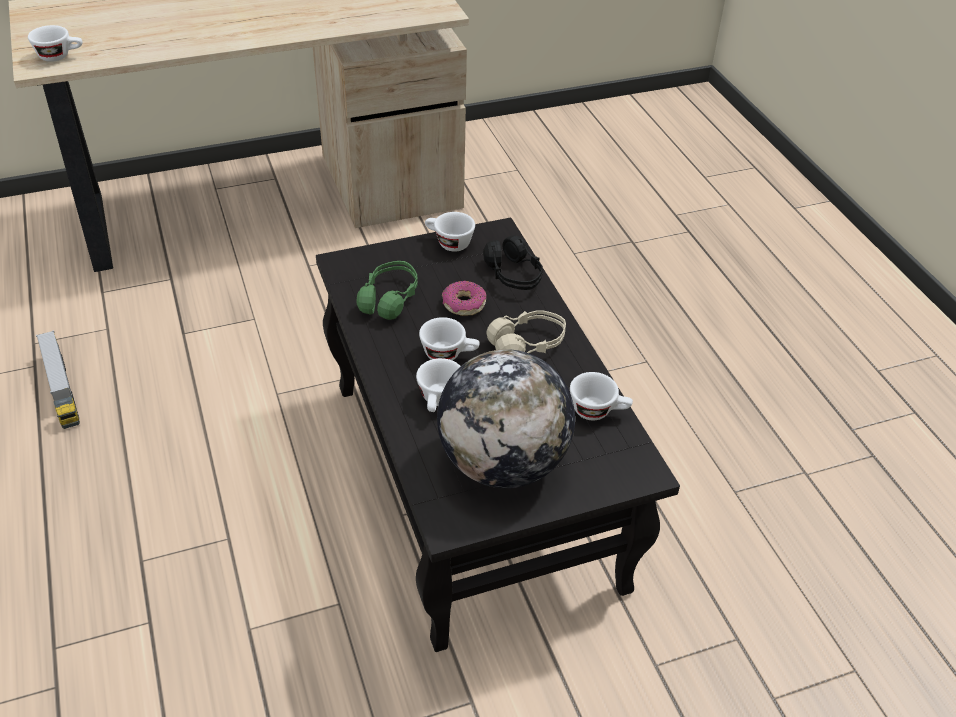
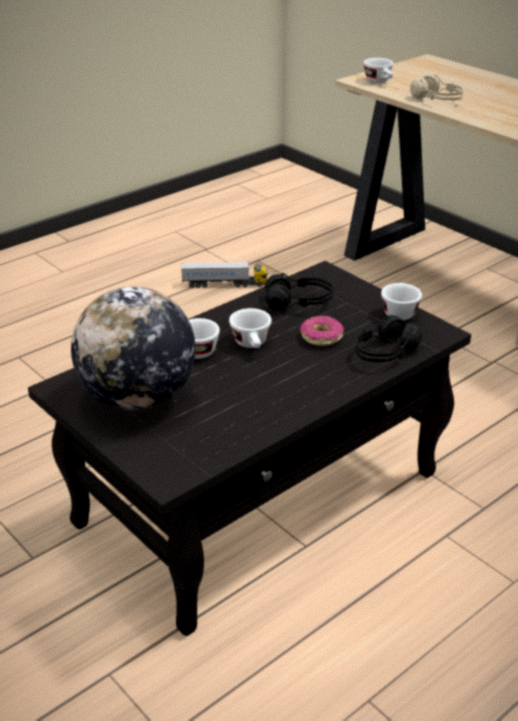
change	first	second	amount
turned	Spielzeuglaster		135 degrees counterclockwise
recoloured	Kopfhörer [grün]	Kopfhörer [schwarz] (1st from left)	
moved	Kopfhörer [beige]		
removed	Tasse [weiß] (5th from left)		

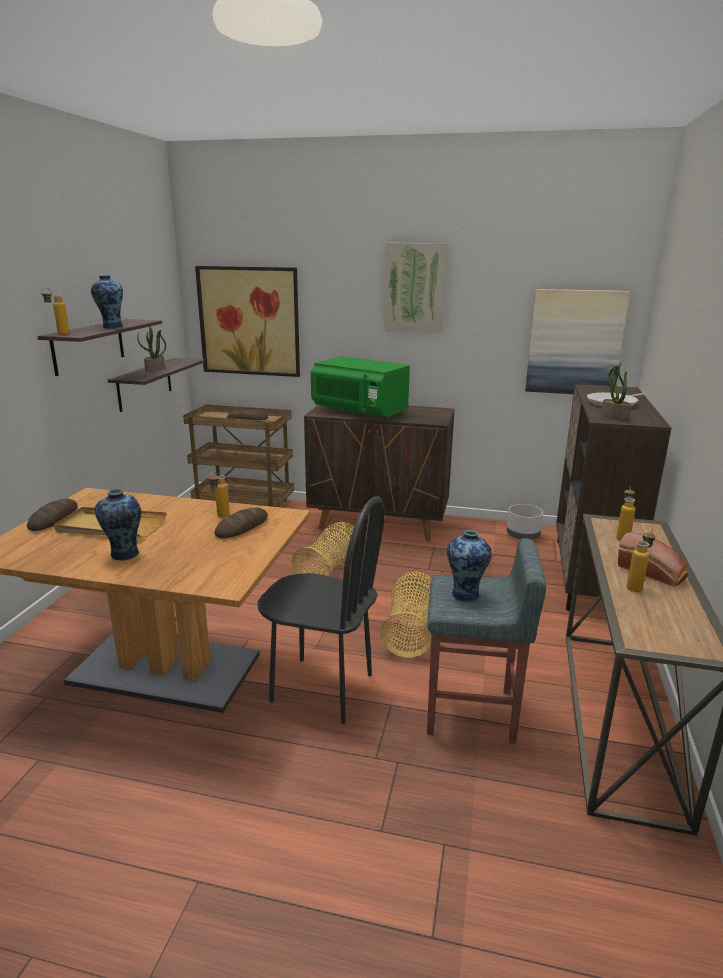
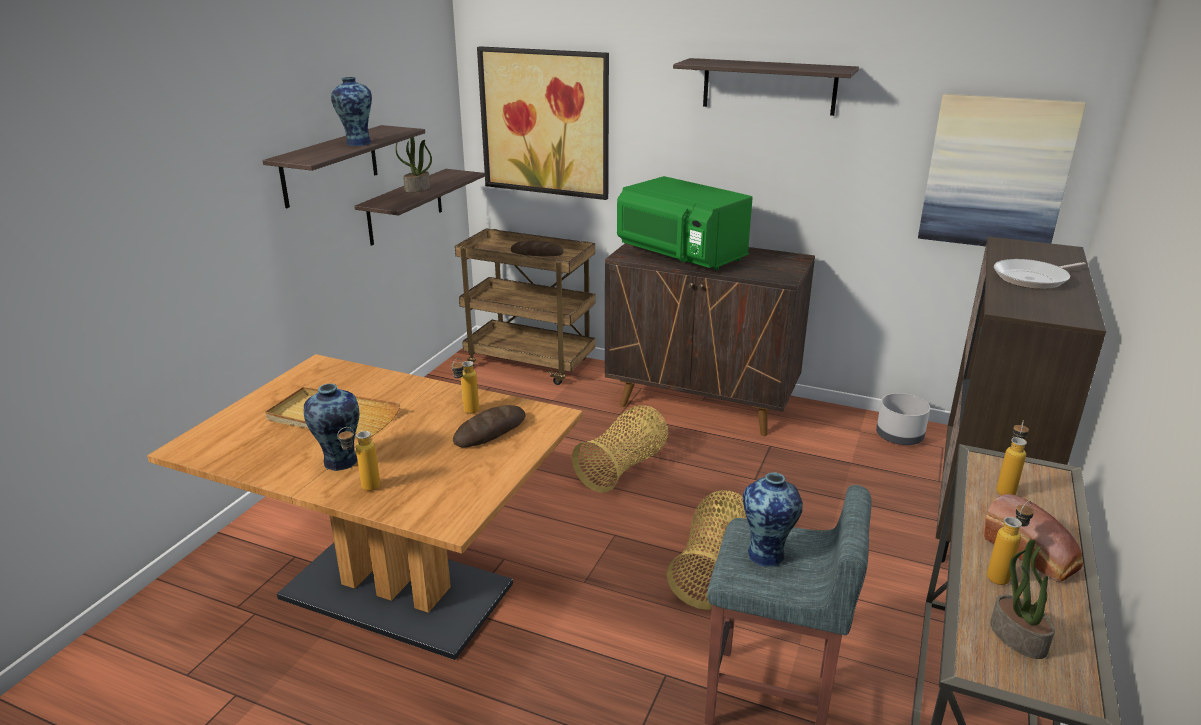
change	first	second	amount
moved	Flasche (1st from left)		
replaced	Bild (2nd from left)	Wandregal (3rd from left)	
moved	Topfpflanze (2nd from left)		
removed	Brot (1st from left)		
removed	Stuhl [schwarz]		

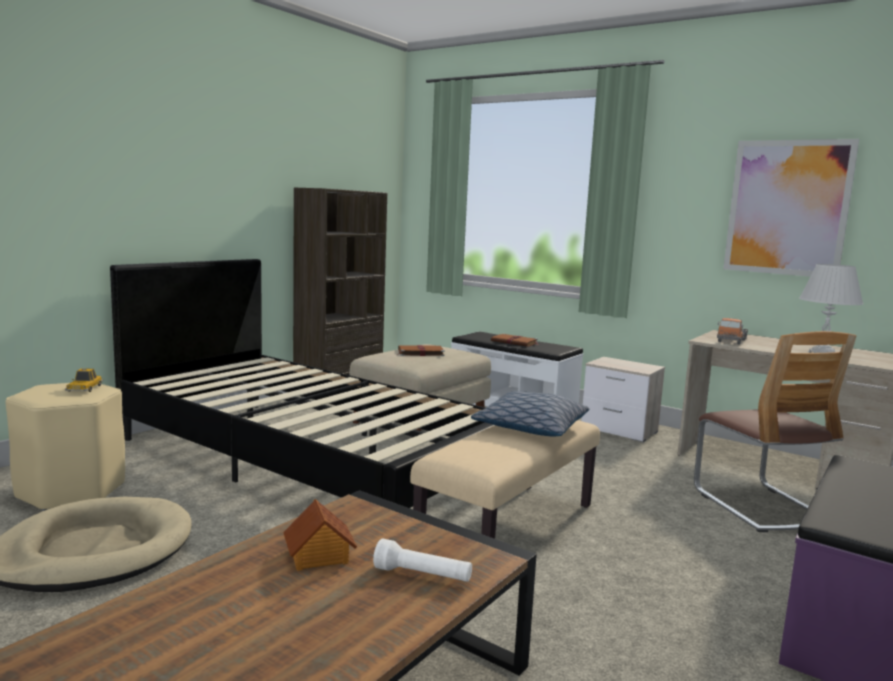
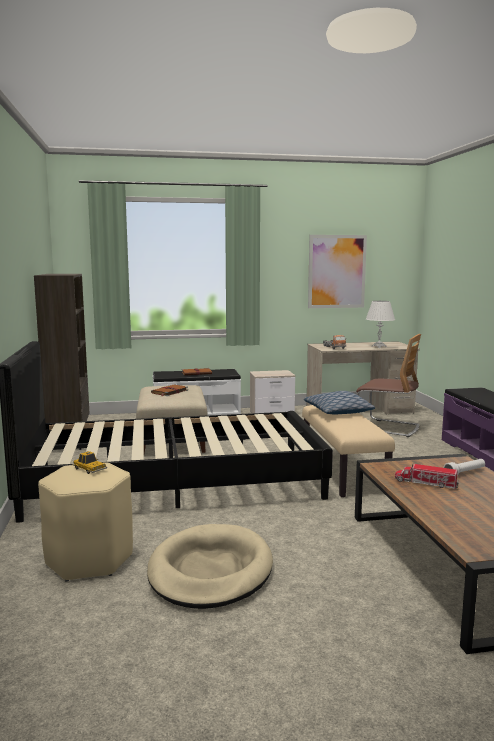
change	first	second	amount
replaced	Spielzeughaus	Spielzeuglaster (2nd from left)	

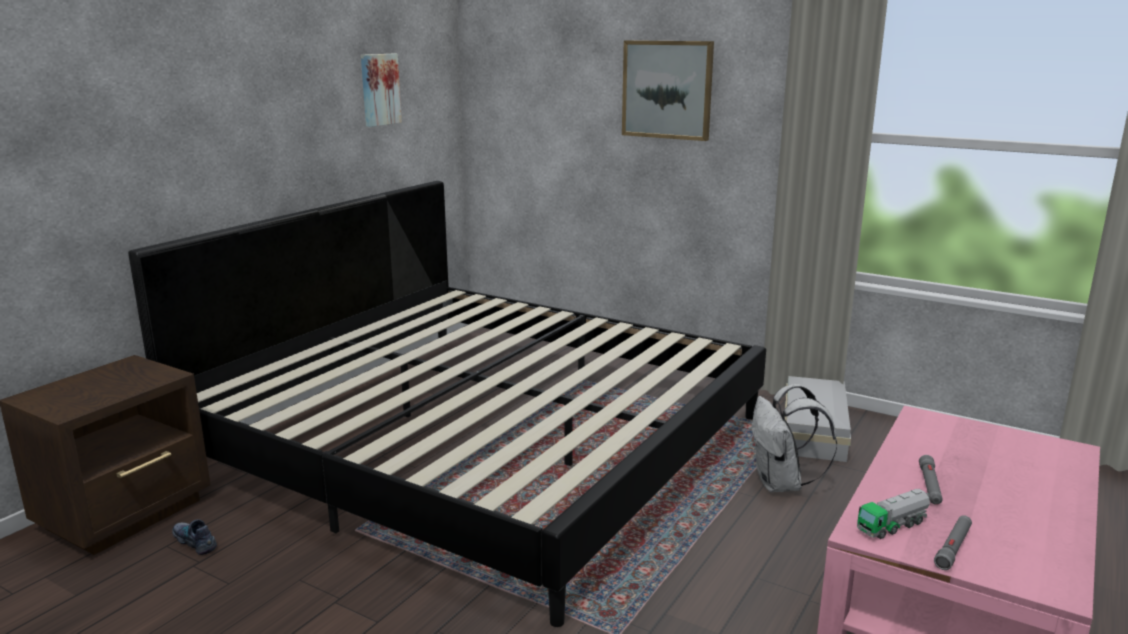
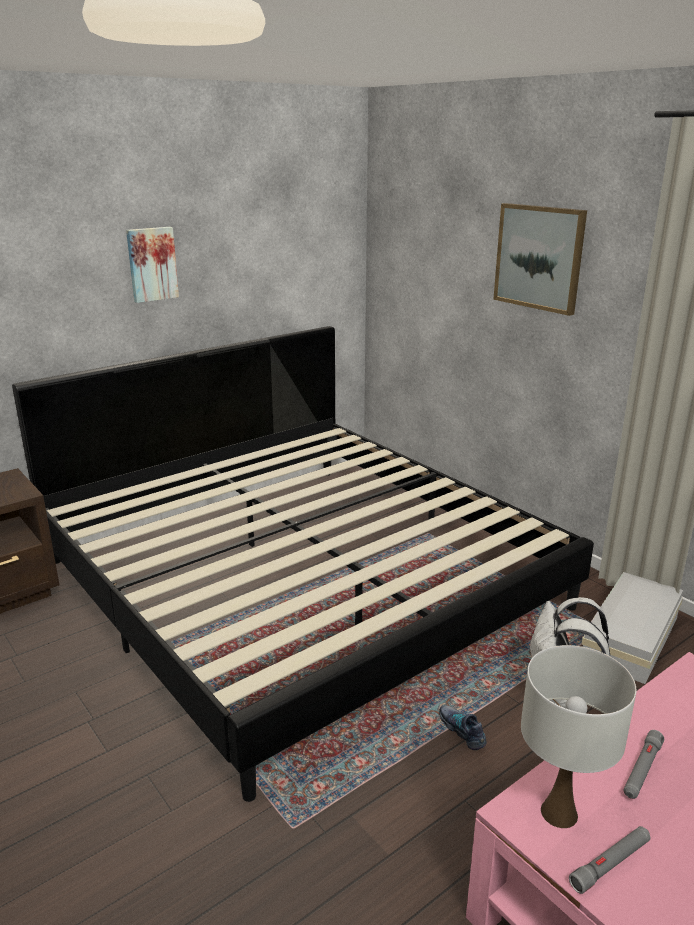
change	first	second	amount
moved	Bild (1st from left)		
moved	Schuh		
replaced	Spielzeuglaster	Tischlampe [weiß]	

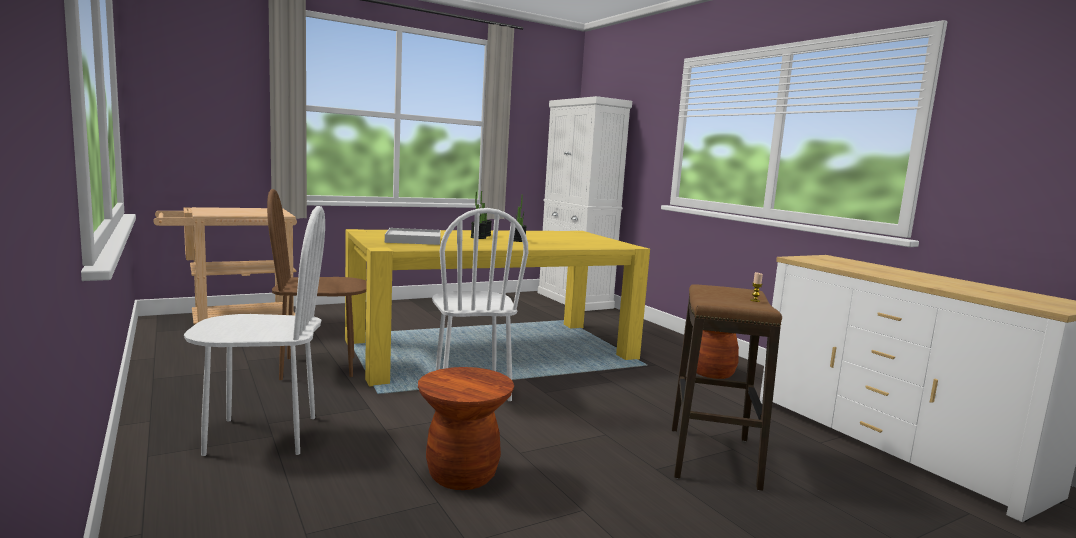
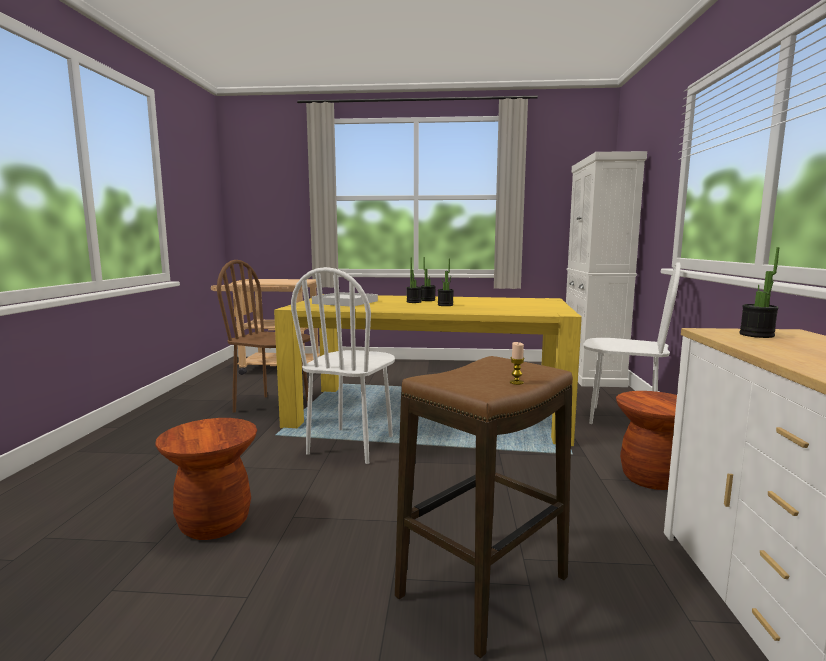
change	first	second	amount
moved	Stuhl [weiß] (1st from left in the first image)	Stuhl [weiß] (2nd from left)	
added		Topfpflanze (4th from left)	

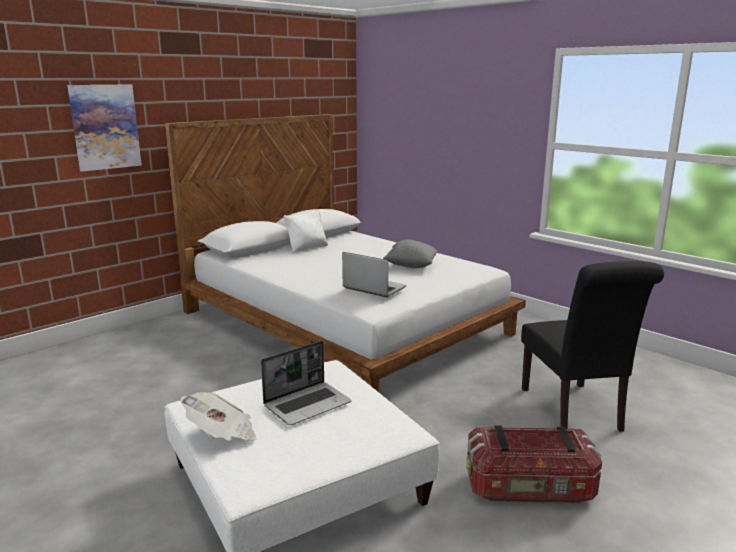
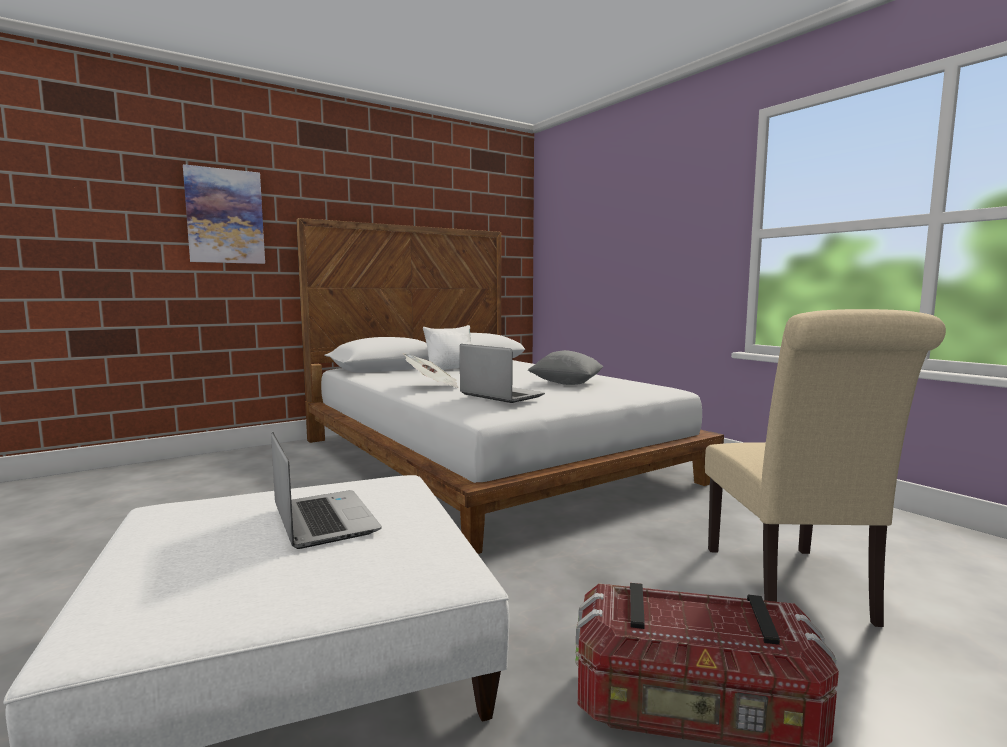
change	first	second	amount
turned	Laptop (1st from left)		90 degrees counterclockwise
moved	Zeitung		
recoloured	Stuhl [schwarz]	Stuhl [beige]	

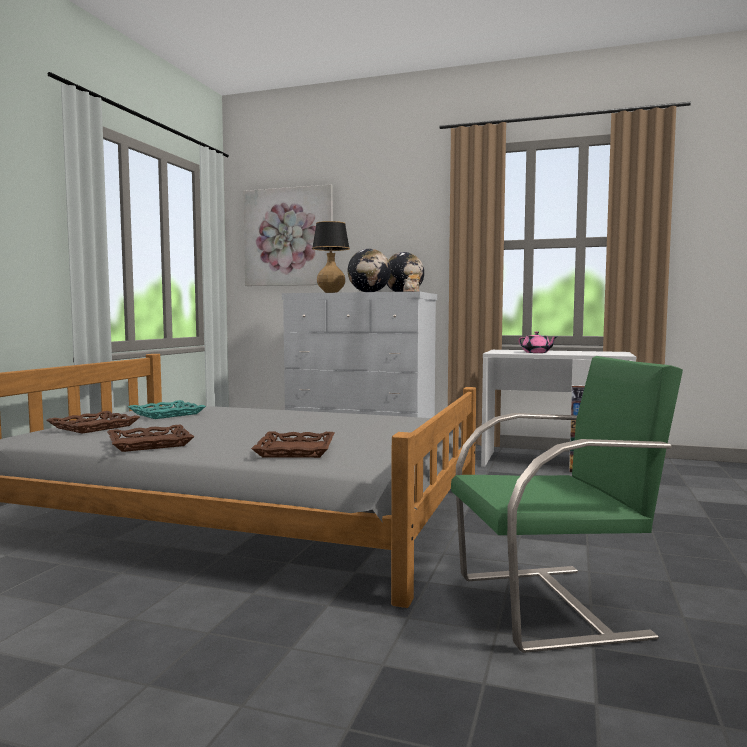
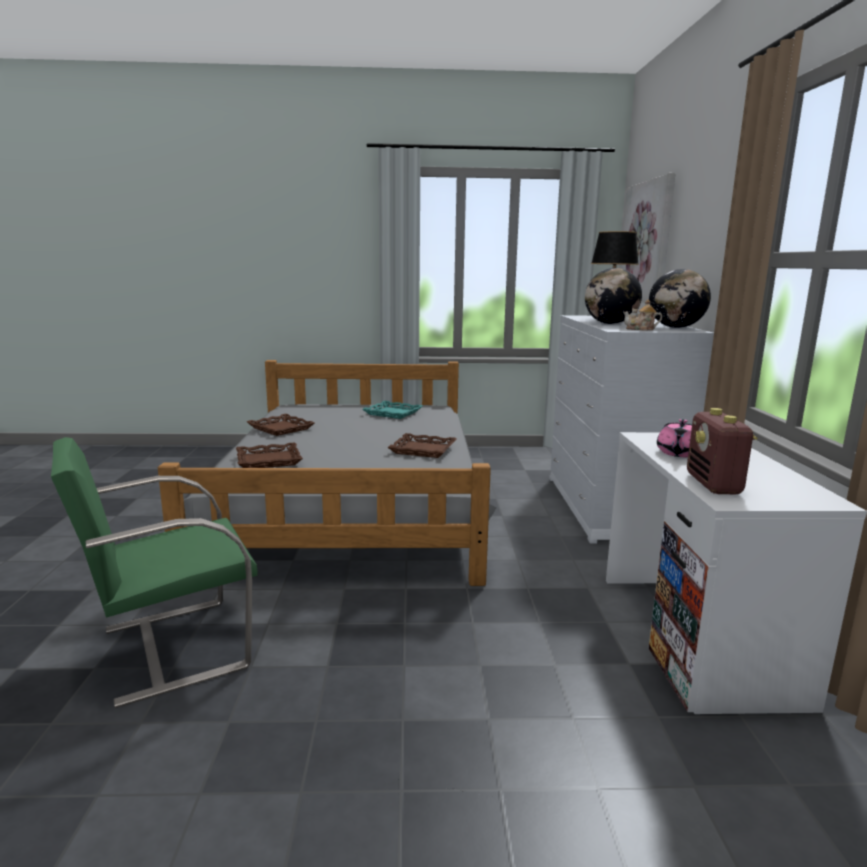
change	first	second	amount
turned	Stuhl [grün]		90 degrees clockwise
moved	Tablett [braun] (1st from left in the first image)	Tablett [braun] (3rd from left)	
added		Radio	

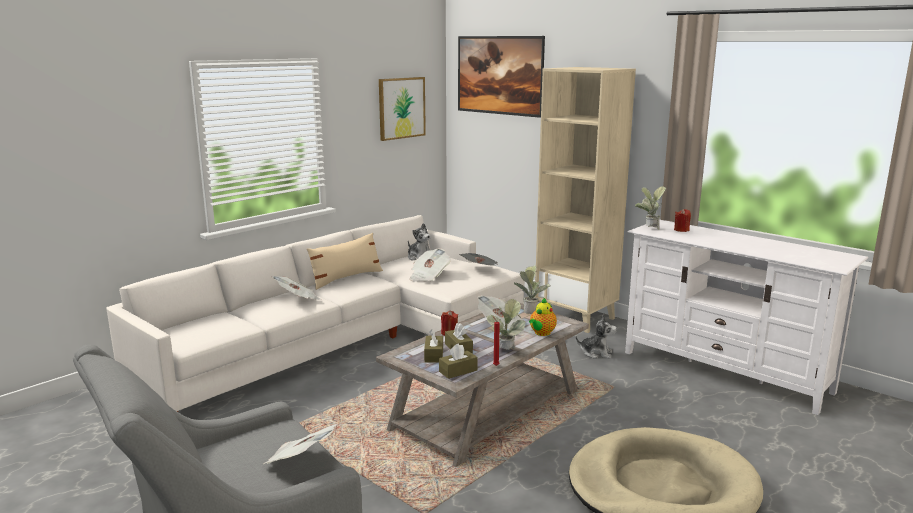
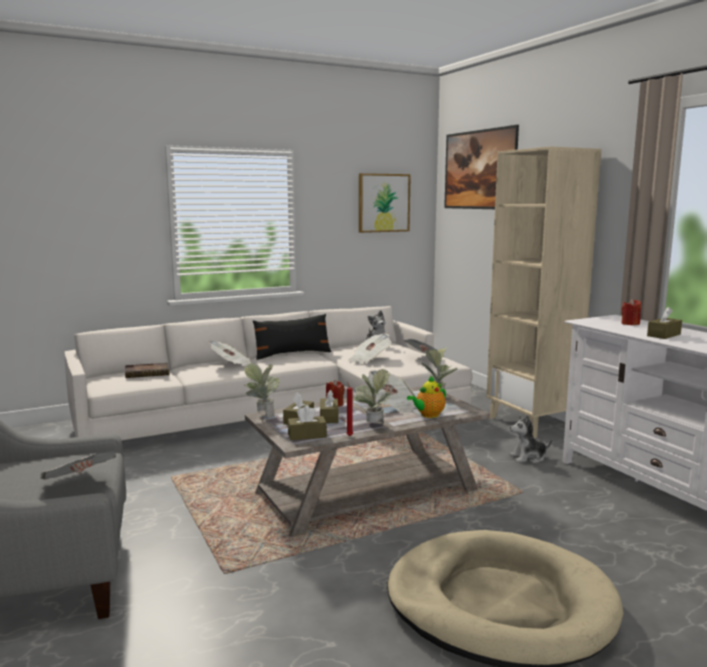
change	first	second	amount
added		Buch	
moved	Topfpflanze (3rd from left in the first image)	Topfpflanze (1st from left)	
recoloured	Kissen [beige]	Kissen [schwarz]	
turned	Plüschtier (2nd from left)		135 degrees clockwise
added		Taschentuchbox [braun] (4th from left)	

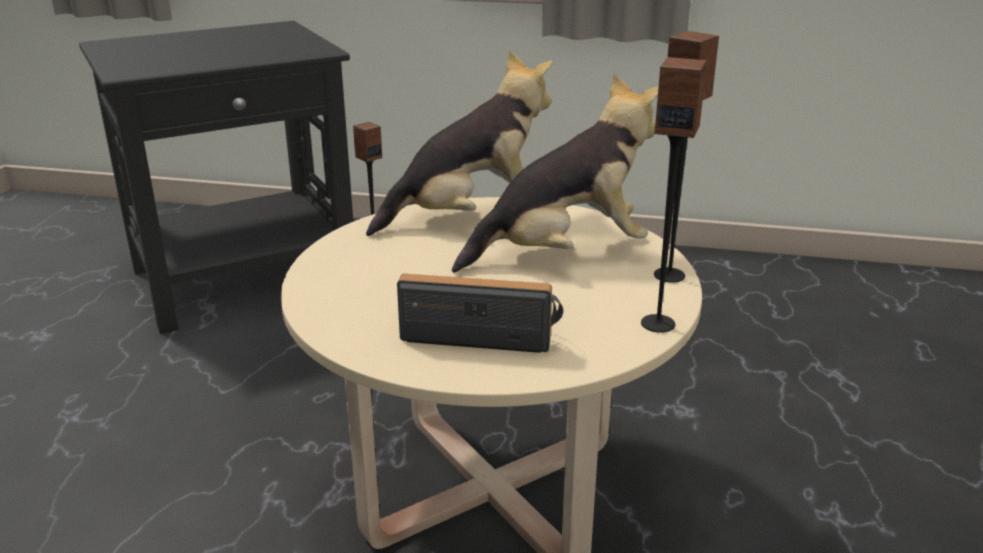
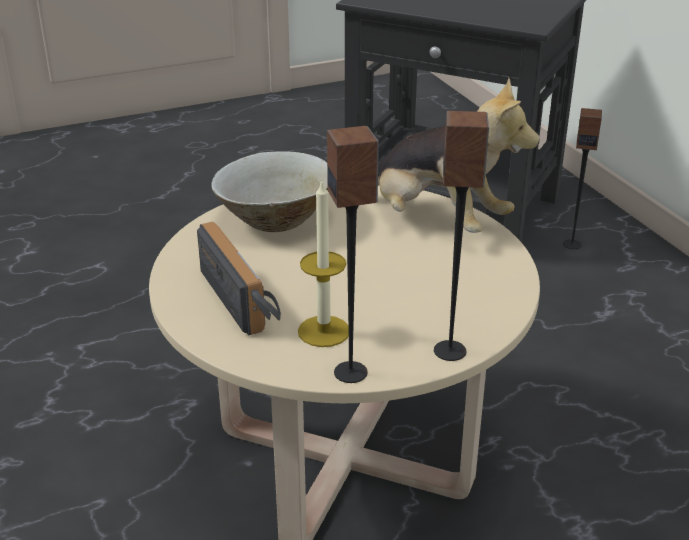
change	first	second	amount
added		Schüssel [beige]	
added		Kerze	
removed	Plüschtier (2nd from left)		

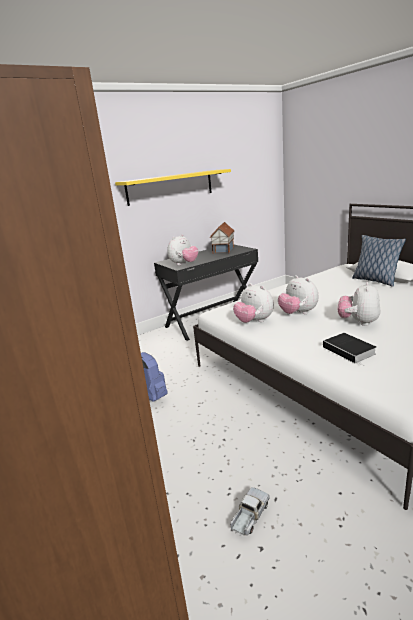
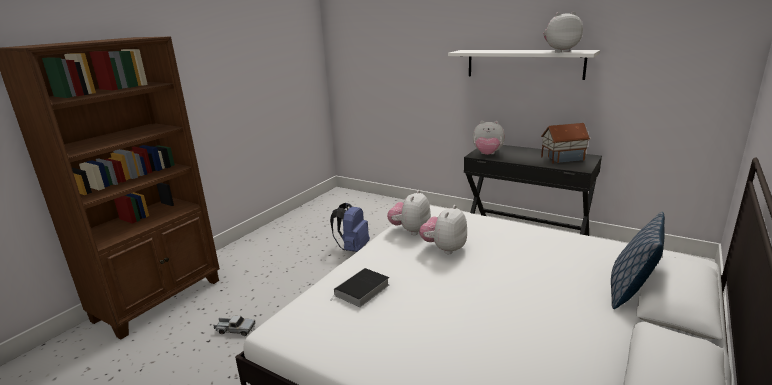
change	first	second	amount
recoloured	Wandregal [gelb]	Wandregal [weiß]	
moved	Plüschtier (4th from left)		

